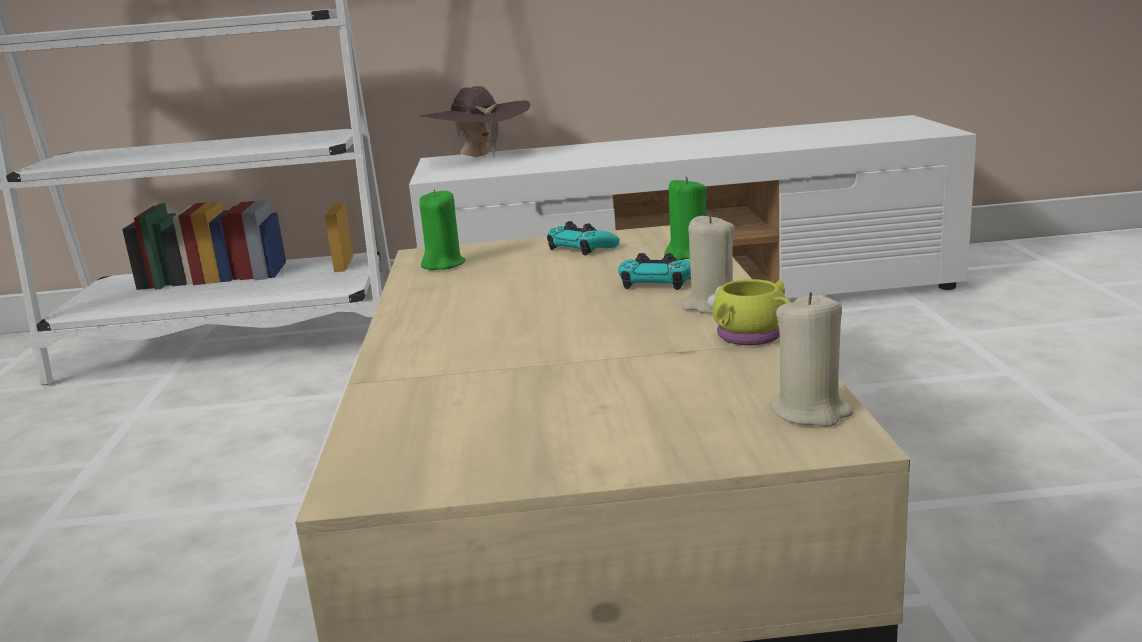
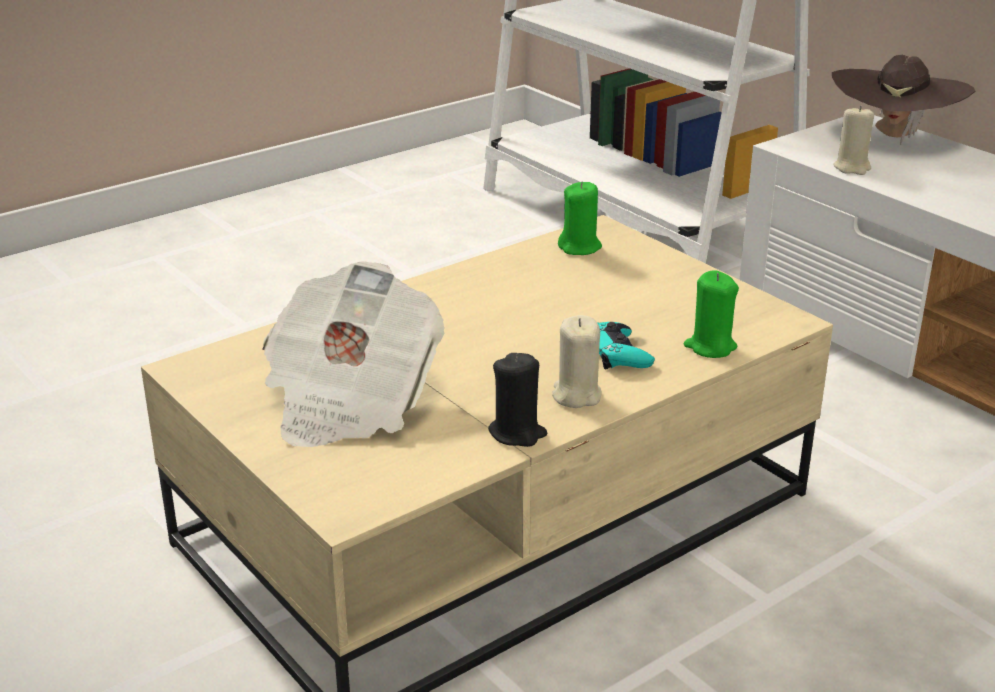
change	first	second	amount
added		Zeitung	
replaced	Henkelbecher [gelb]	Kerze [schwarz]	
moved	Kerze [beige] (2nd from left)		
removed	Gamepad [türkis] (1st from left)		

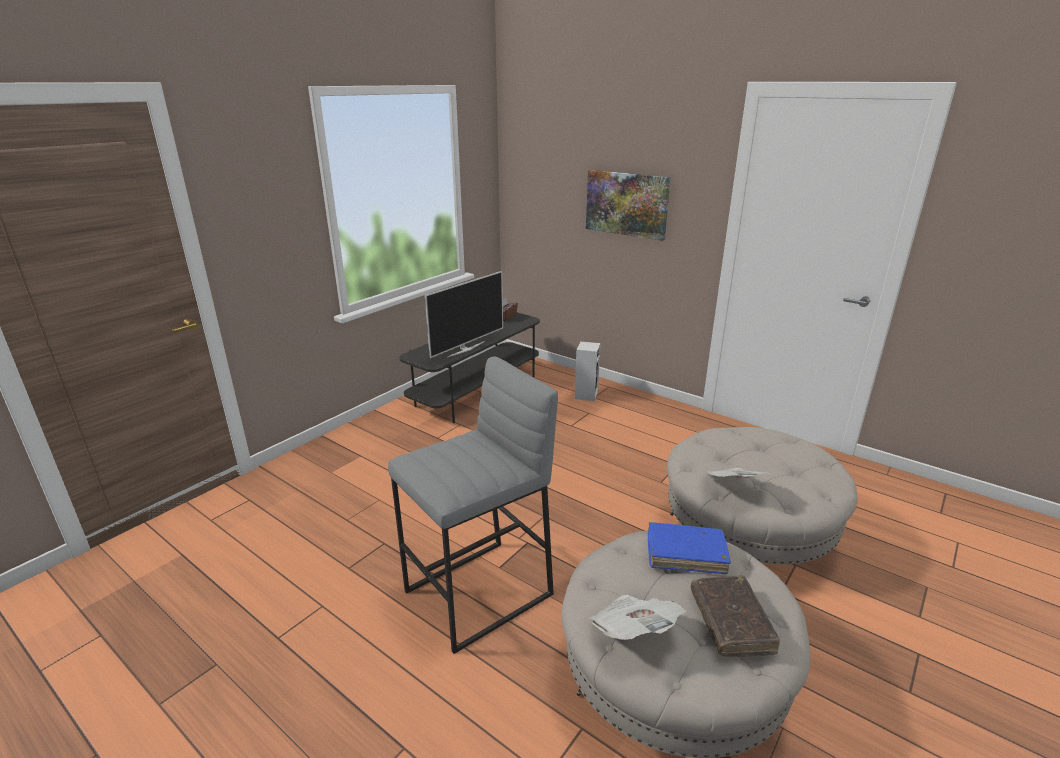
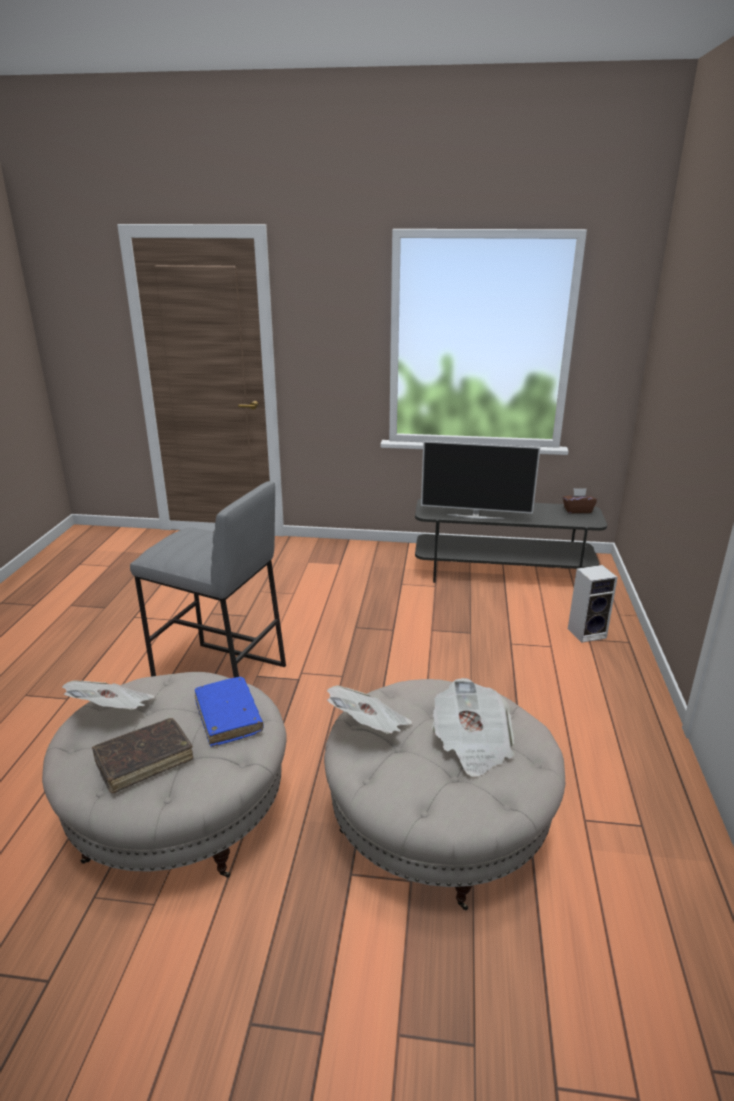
change	first	second	amount
added		Zeitung (3rd from left)	
removed	Bild		

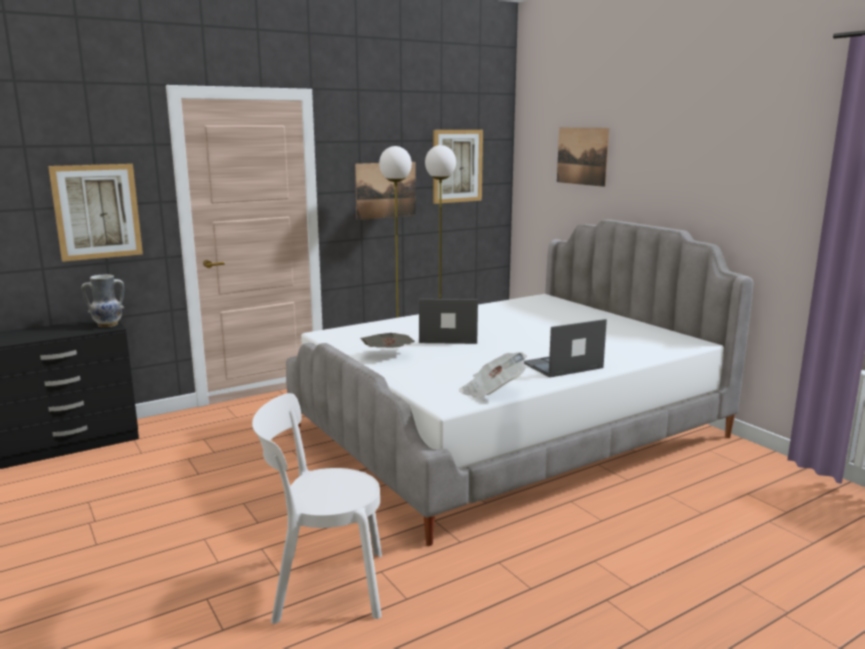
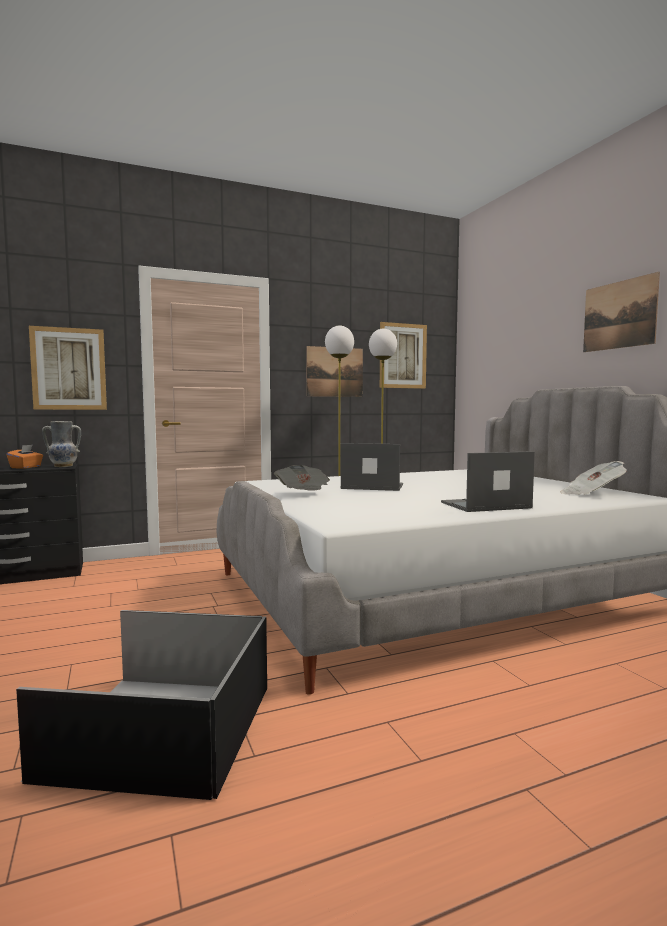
change	first	second	amount
added		Taschentuchbox [orange]	
replaced	Stuhl [weiß]	Aufbewahrungsbox [schwarz]	
moved	Zeitung (2nd from left)		
moved	Bild (4th from left)		

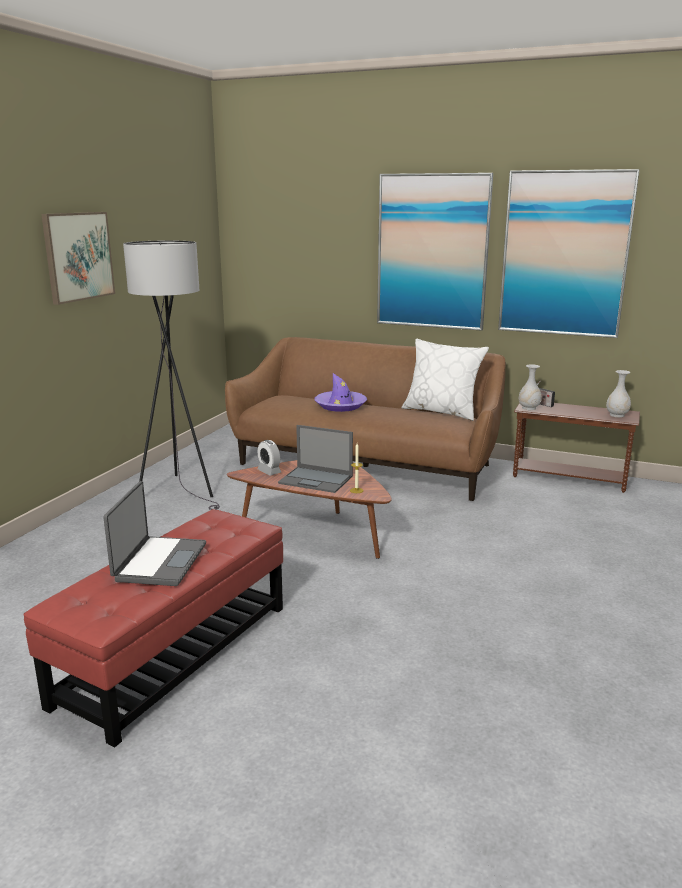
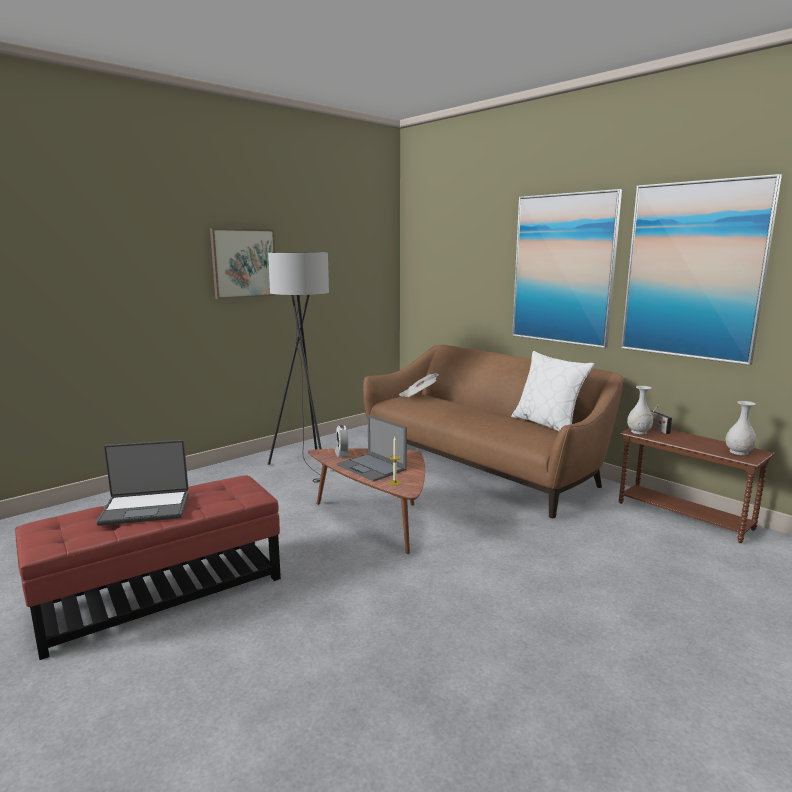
change	first	second	amount
turned	Laptop (1st from left)		45 degrees clockwise
added		Zeitung	
removed	Hut [lila]		

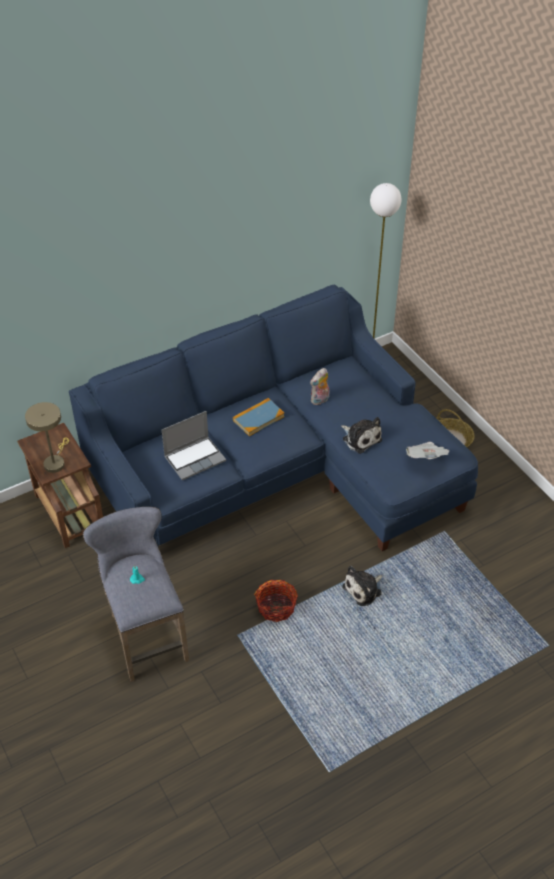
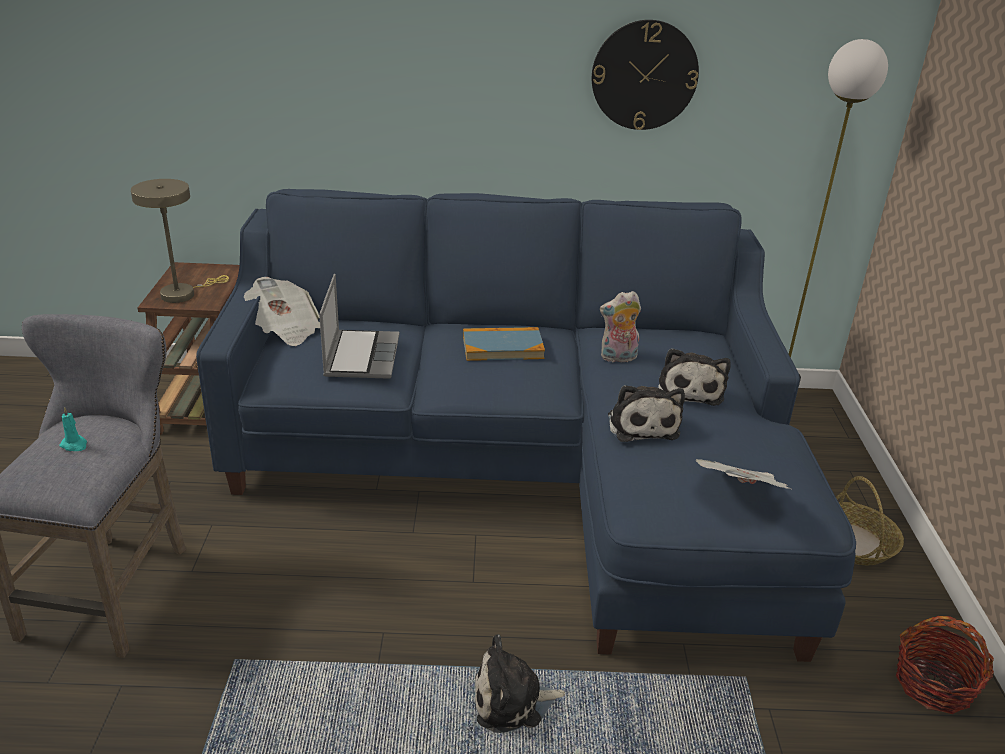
change	first	second	amount
added		Zeitung (1st from left)	
turned	Laptop		90 degrees counterclockwise
added		Wanduhr	
added		Plüschtier (4th from left)	
moved	Korb (1st from left in the first image)	Korb (2nd from left)	

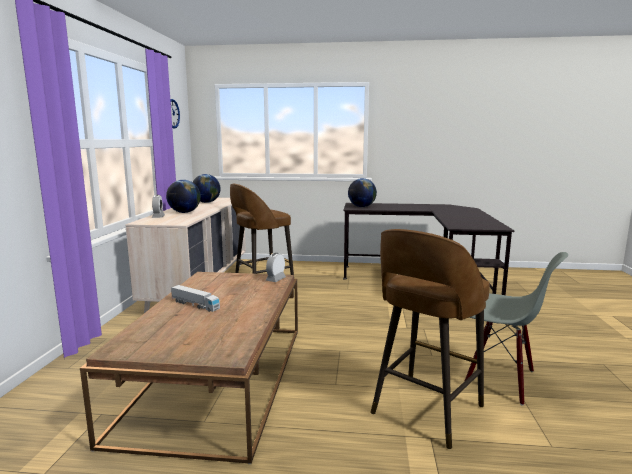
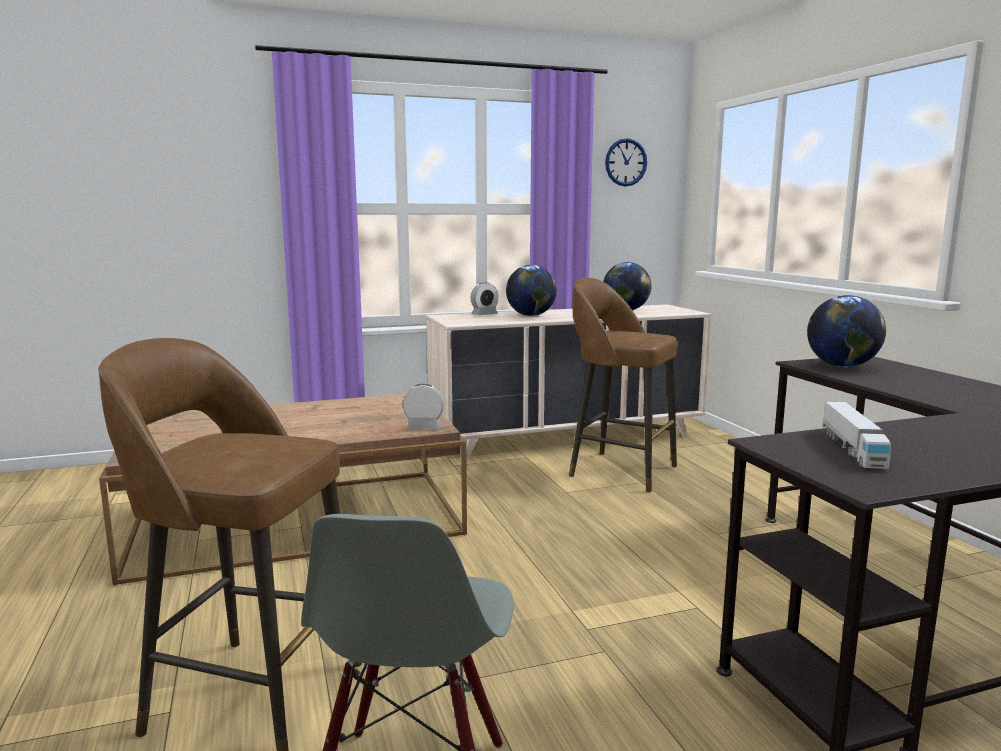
change	first	second	amount
moved	Spielzeuglaster		

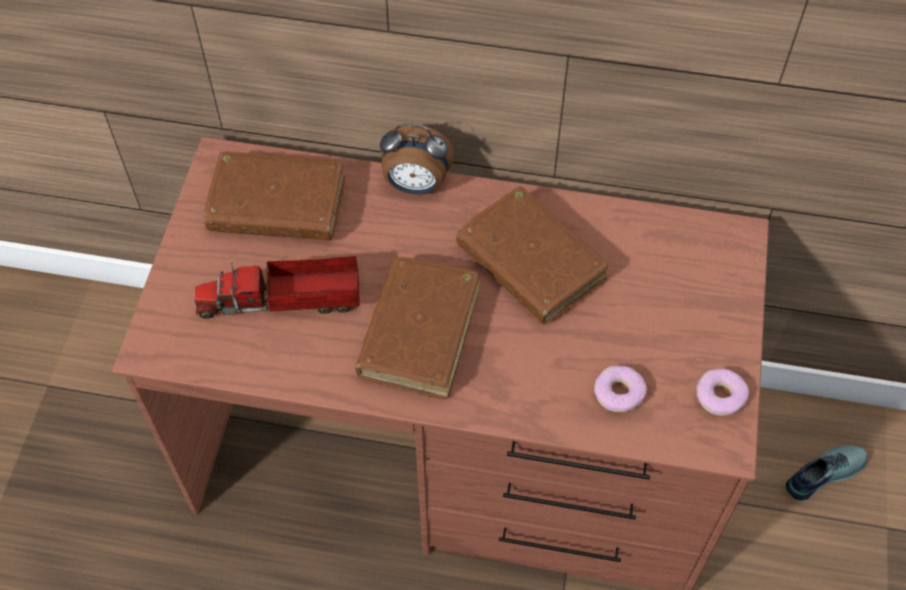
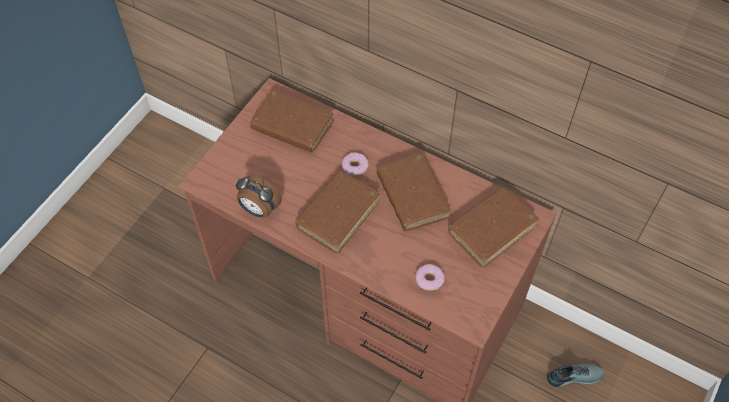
change	first	second	amount
moved	Wecker		
moved	Donut (2nd from left in the first image)	Donut (1st from left)	
added		Buch [braun] (4th from left)	
removed	Spielzeuglaster		

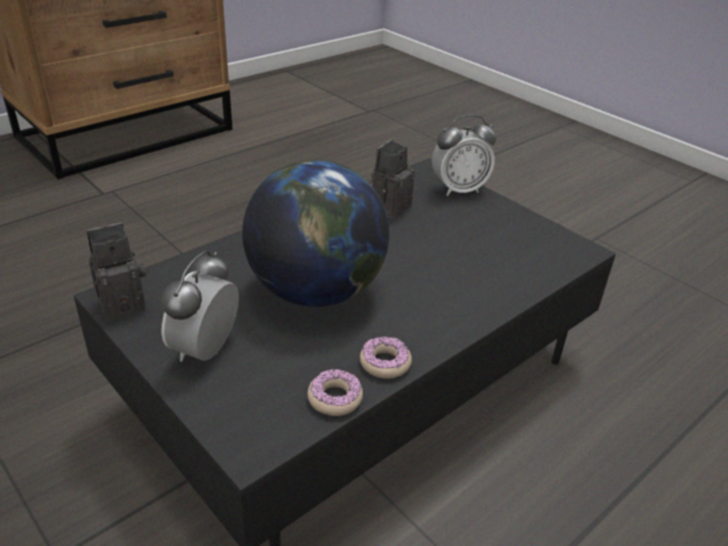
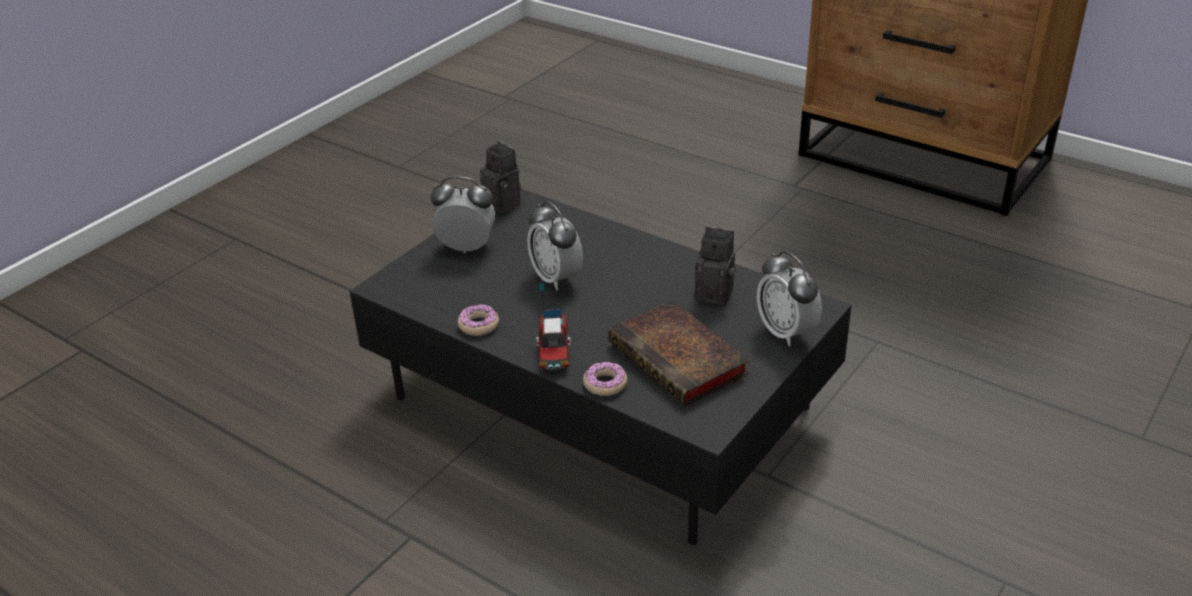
change	first	second	amount
replaced	Globus	Wecker (2nd from left)	
added		Spielzeuglaster	
moved	Donut (1st from left in the first image)	Donut (2nd from left)	
added		Buch	

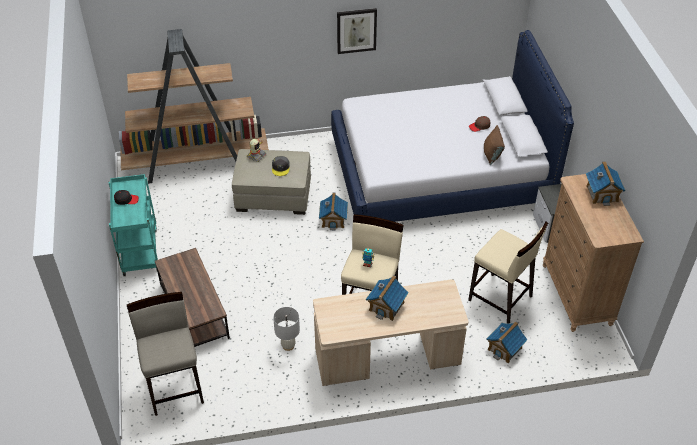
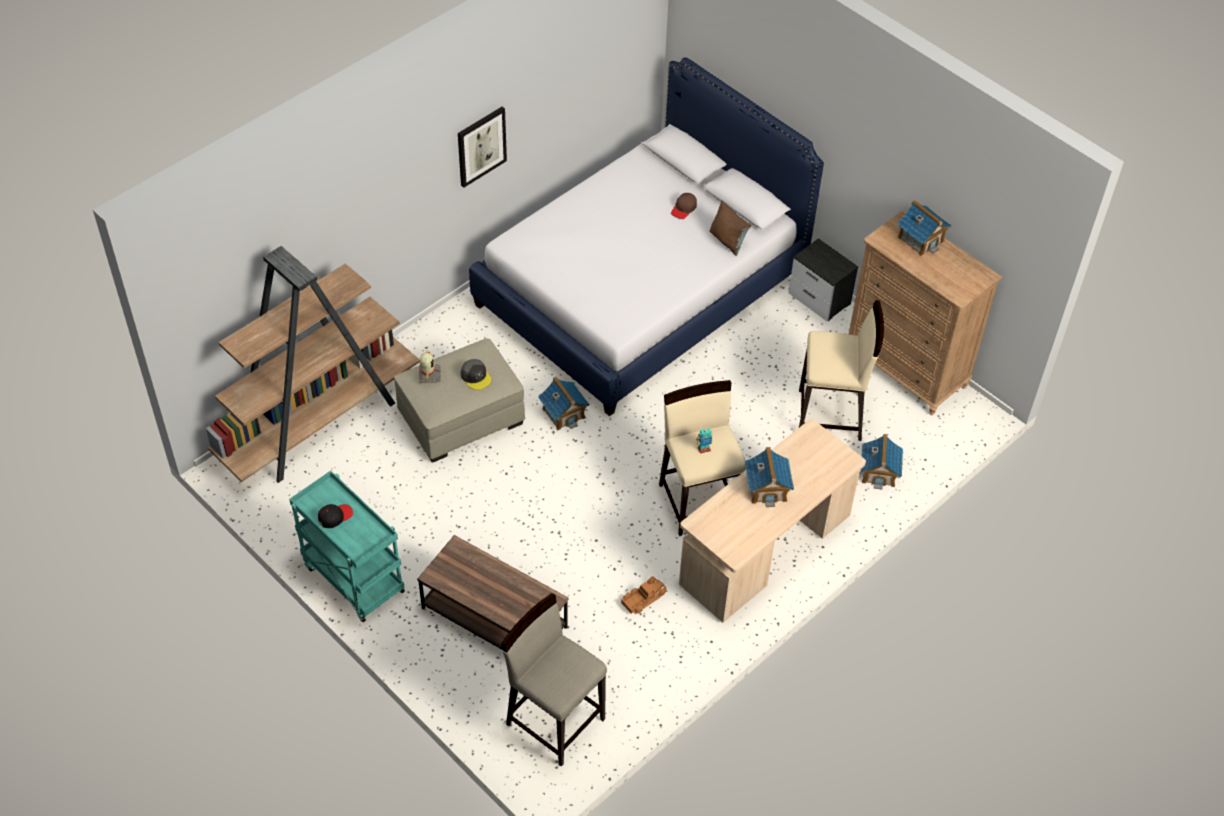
change	first	second	amount
replaced	Tischlampe [weiß]	Spielzeuglaster	

